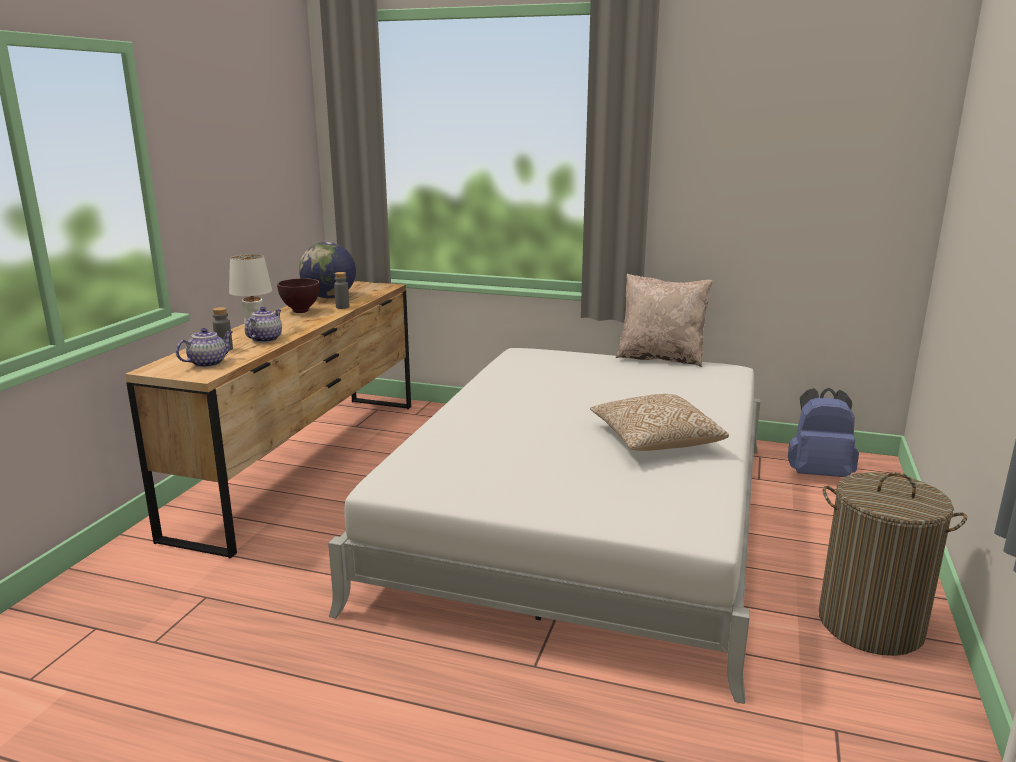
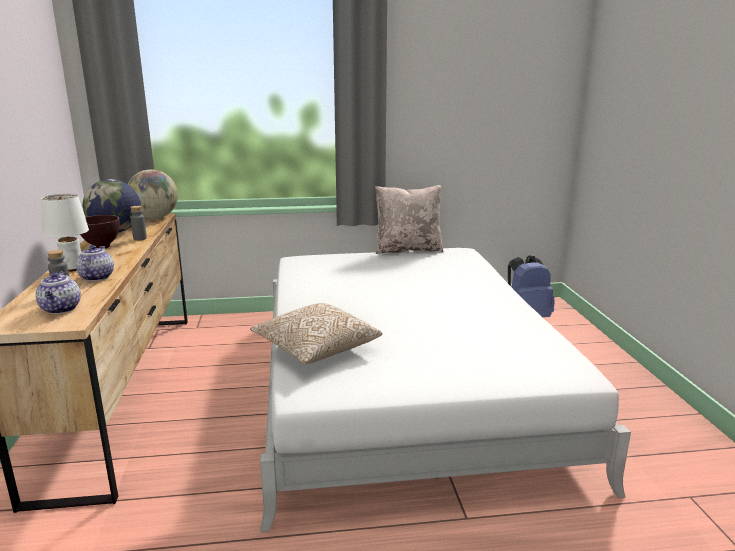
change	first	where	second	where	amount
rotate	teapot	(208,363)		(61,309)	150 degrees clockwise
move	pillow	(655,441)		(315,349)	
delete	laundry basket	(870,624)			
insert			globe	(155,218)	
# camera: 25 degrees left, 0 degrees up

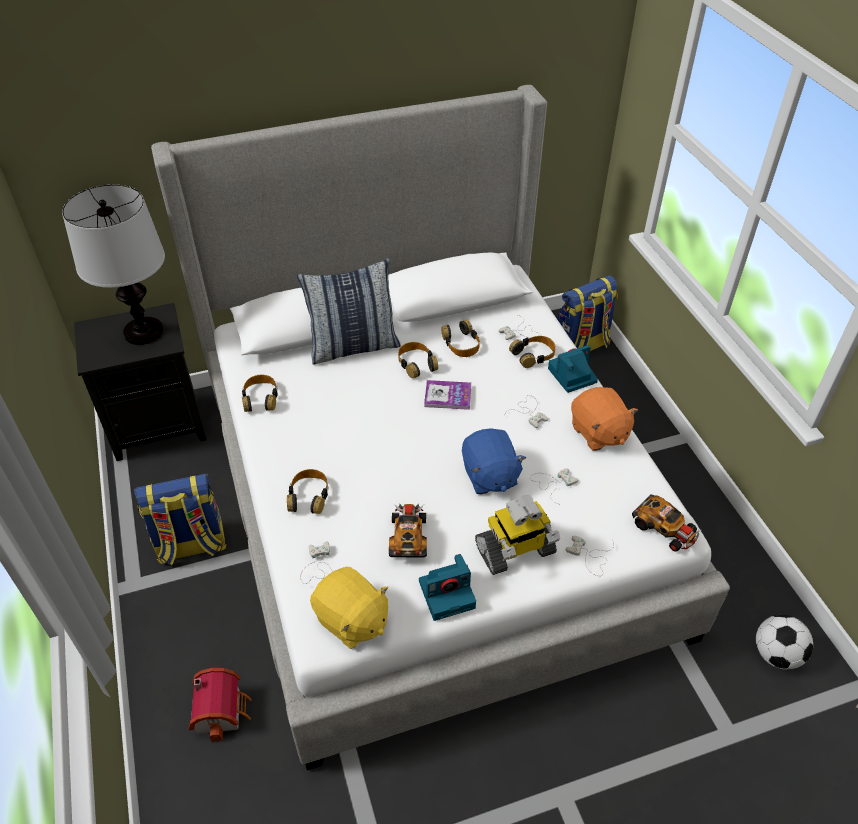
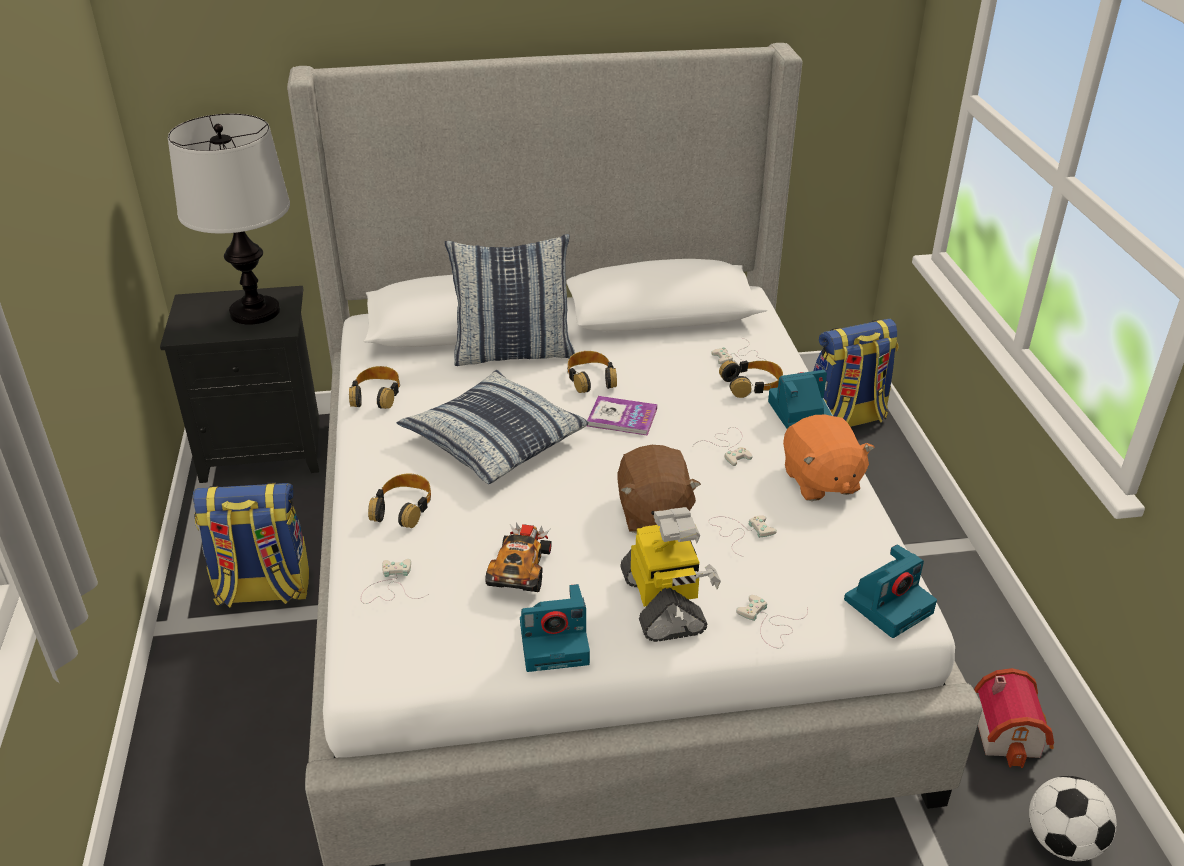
change	first	where	second	where	amount
delete	headphones	(461,343)			
recolor	plush toy (blue)	(489,476)	plush toy (brown)	(653,513)	
replace	toy car	(665,529)	photo camera	(889,605)	
rotate	toy robot	(515,551)		(664,604)	90 degrees counterclockwise
delete	plush toy (yellow)	(351,620)			
move	toy house	(222,710)		(1011,733)	
insert			pillow	(494,440)	
# camera: 10 degrees right, 10 degrees down

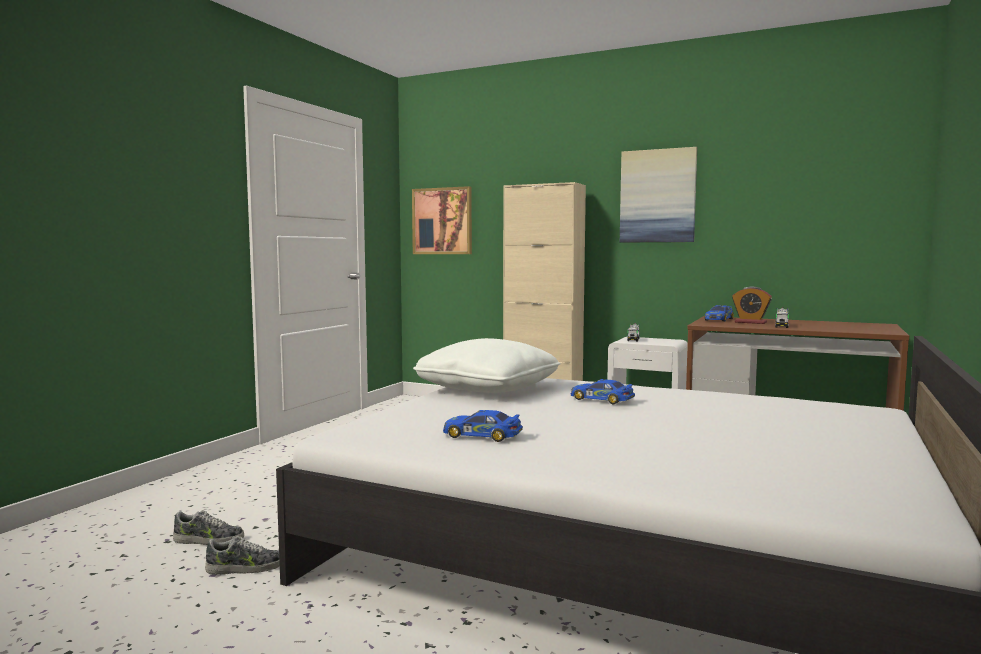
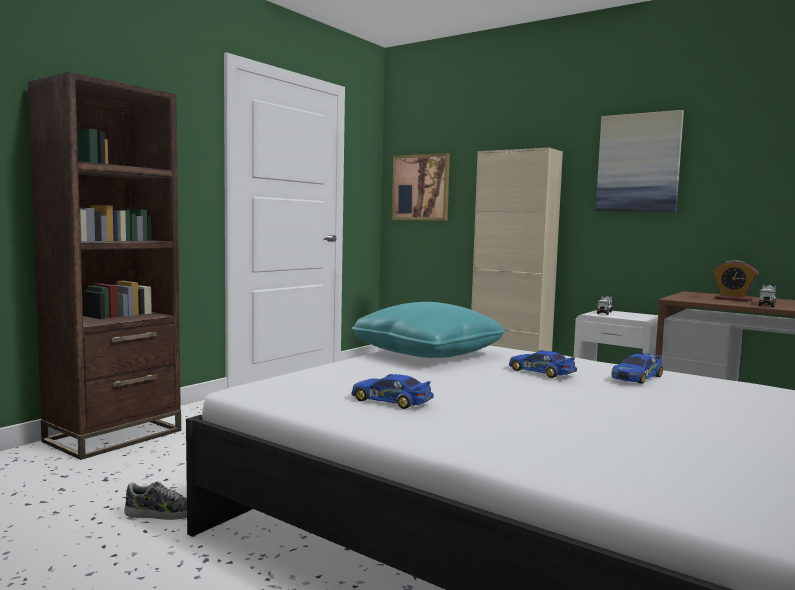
change	first	where	second	where	amount
move	toy car	(719,319)		(637,377)	
recolor	pillow (white)	(487,389)	pillow (turquoise)	(427,353)	
delete	shoe	(208,540)			
insert			bookcase (brown)	(114,436)	
# camera: 10 degrees right, 0 degrees up

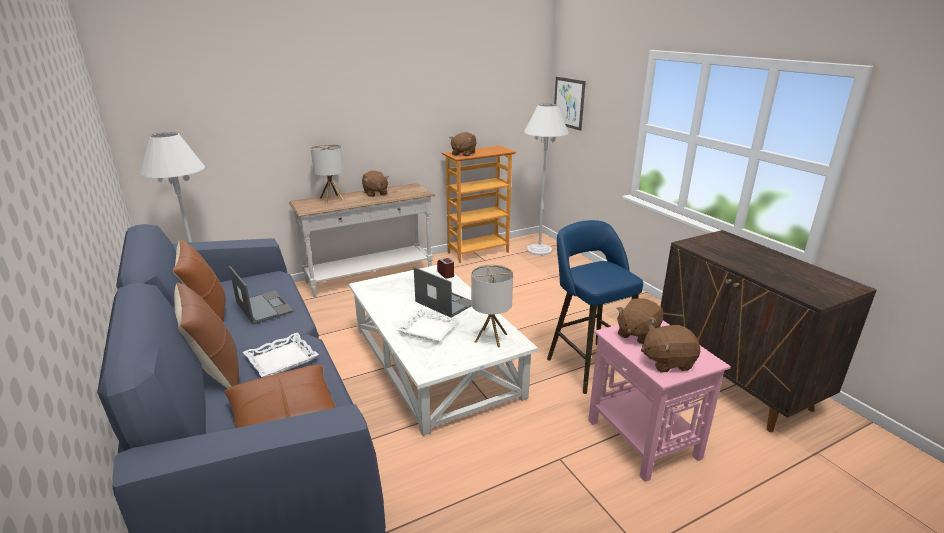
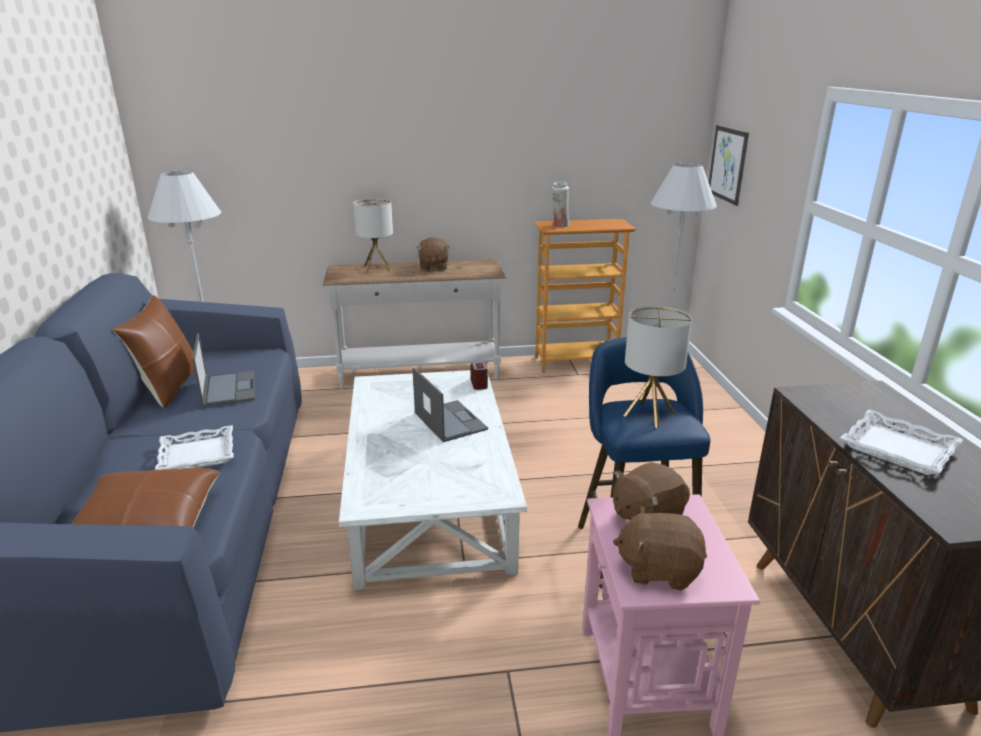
change	first	where	second	where	amount
replace	plush toy (brown)	(463,154)	vase (white)	(560,225)	
move	table lamp	(491,338)		(649,414)	
delete	pillow (brown)	(215,370)			
move	tray (white)	(428,329)		(897,449)	
# camera: 20 degrees right, 0 degrees up

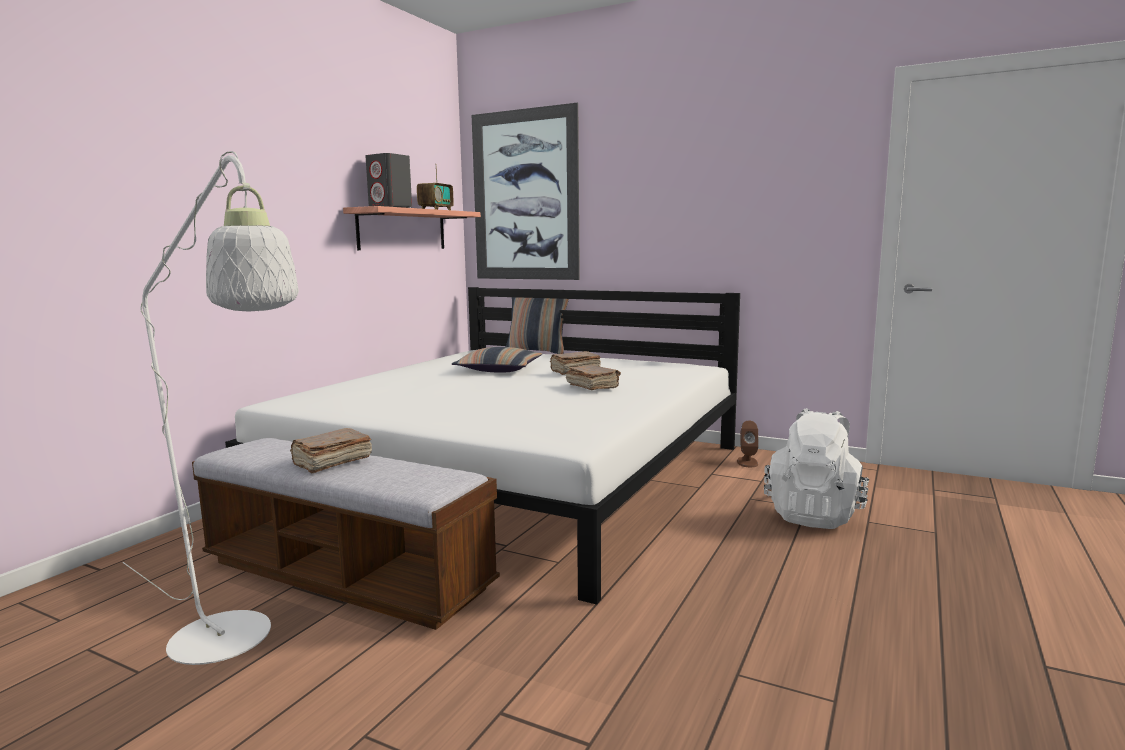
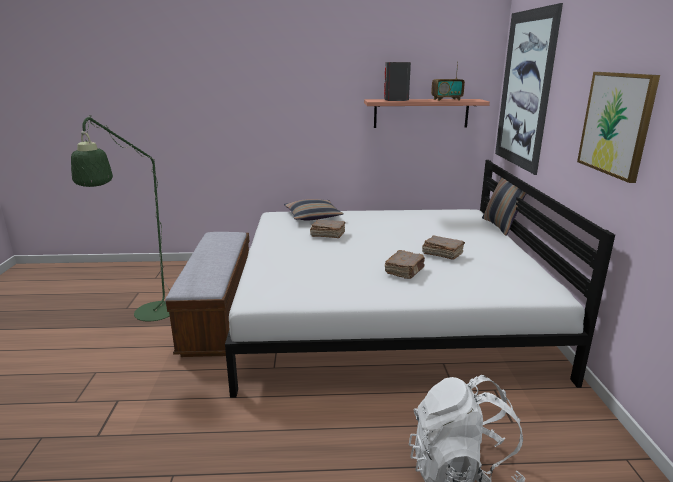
change	first	where	second	where	amount
recolor	floor lamp (white)	(233,645)	floor lamp (green)	(150,316)	
move	pillow	(499,370)		(313,216)	
delete	speaker (brown)	(747,462)			
move	book (brown)	(331,462)		(327,235)	
insert			picture	(616,124)	
# camera: 60 degrees right, 10 degrees up

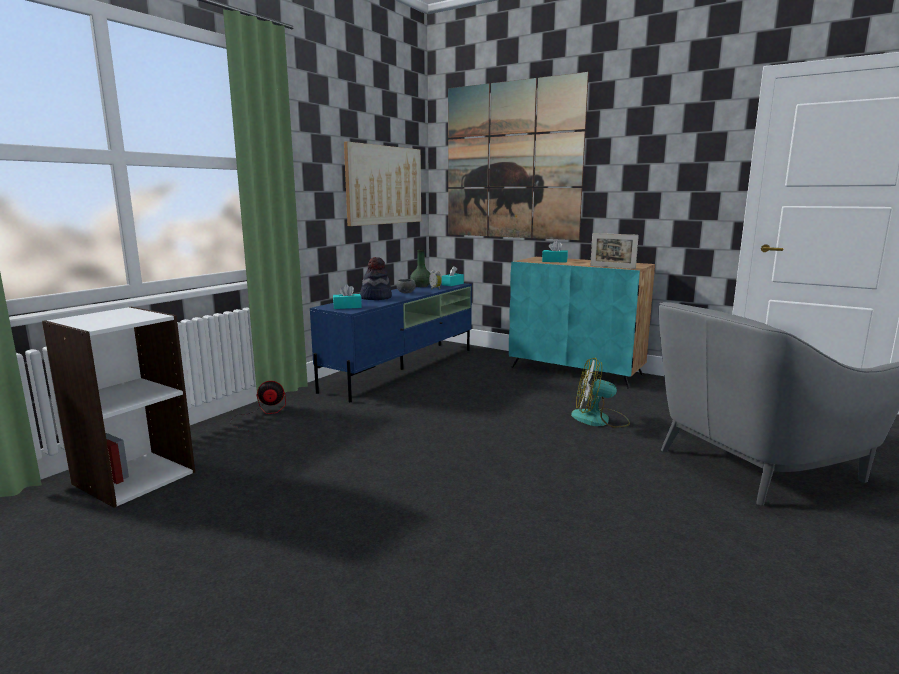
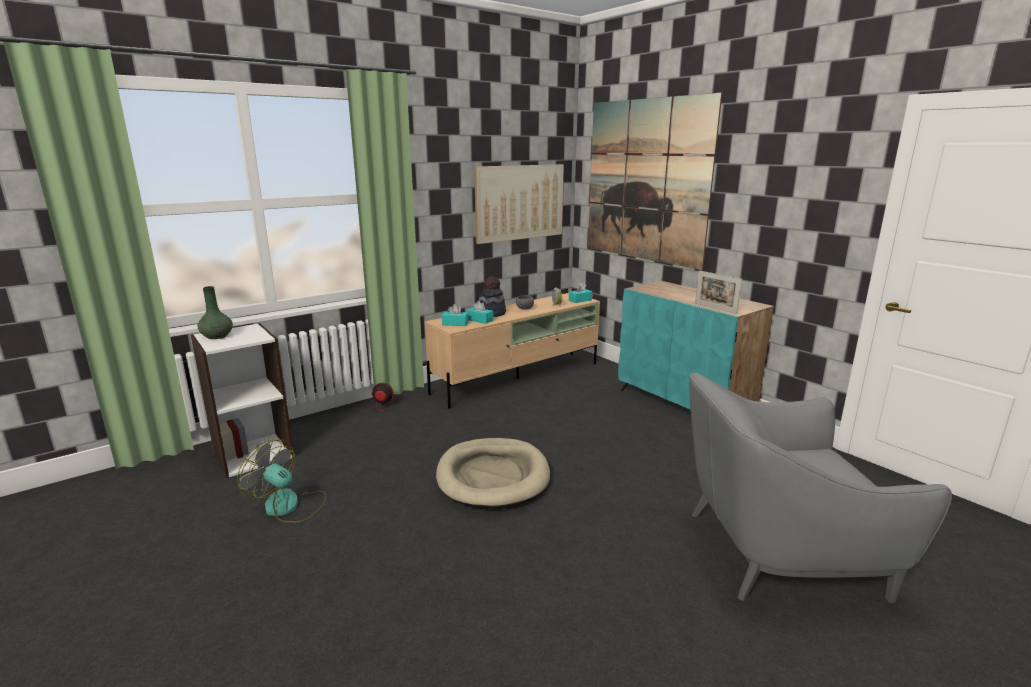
change	first	where	second	where	amount
move	tissue box (turquoise)	(554,261)		(480,320)	
move	vase (green)	(421,286)		(217,336)	
recolor	tv stand (blue)	(403,369)	tv stand (beige)	(518,378)	
move	fan	(599,419)		(289,506)	
insert			dog bed (beige)	(493,476)	
# camera: 20 degrees right, 5 degrees up

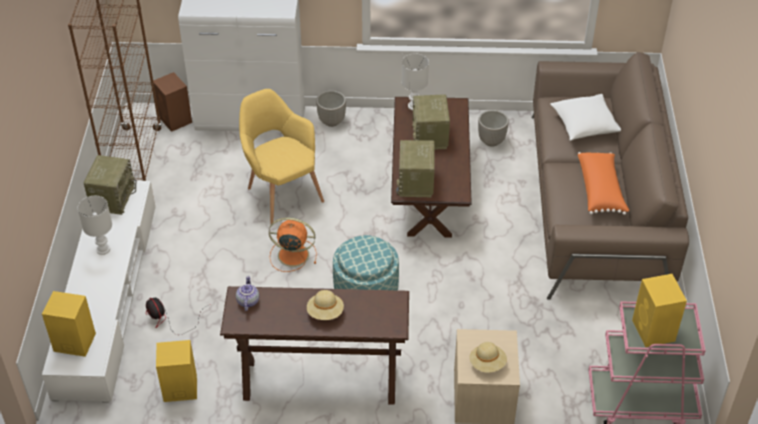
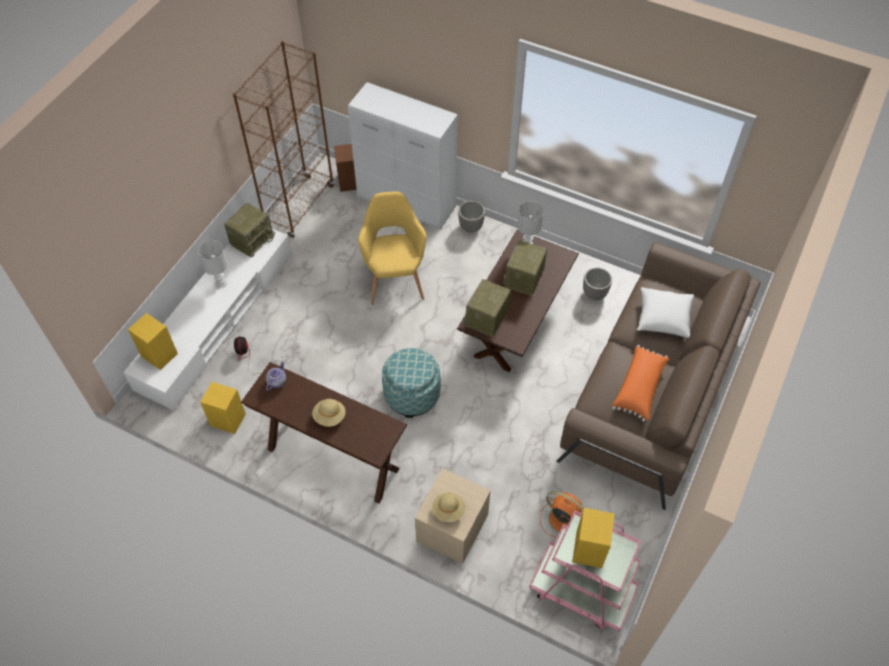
change	first	where	second	where	amount
move	fan (orange)	(292,255)		(562,518)	
# camera: 25 degrees right, 10 degrees up

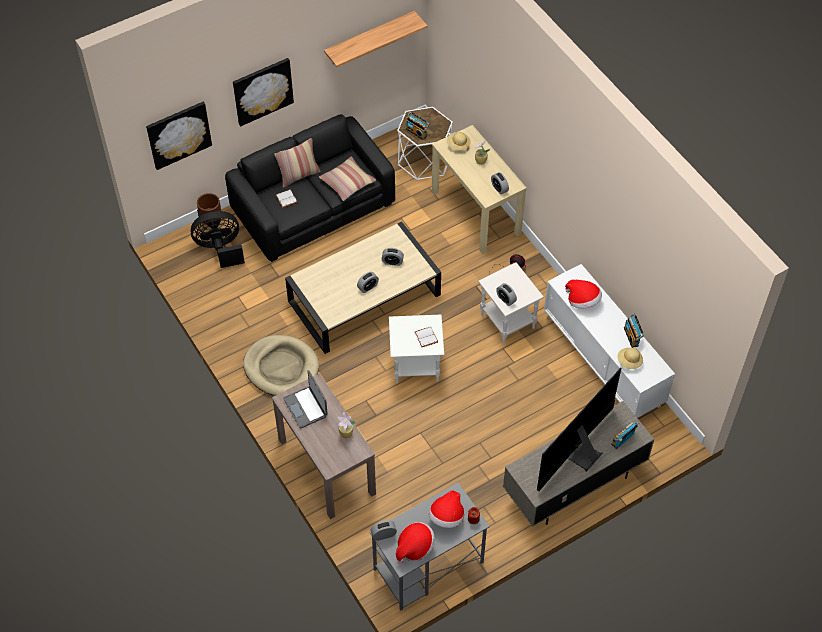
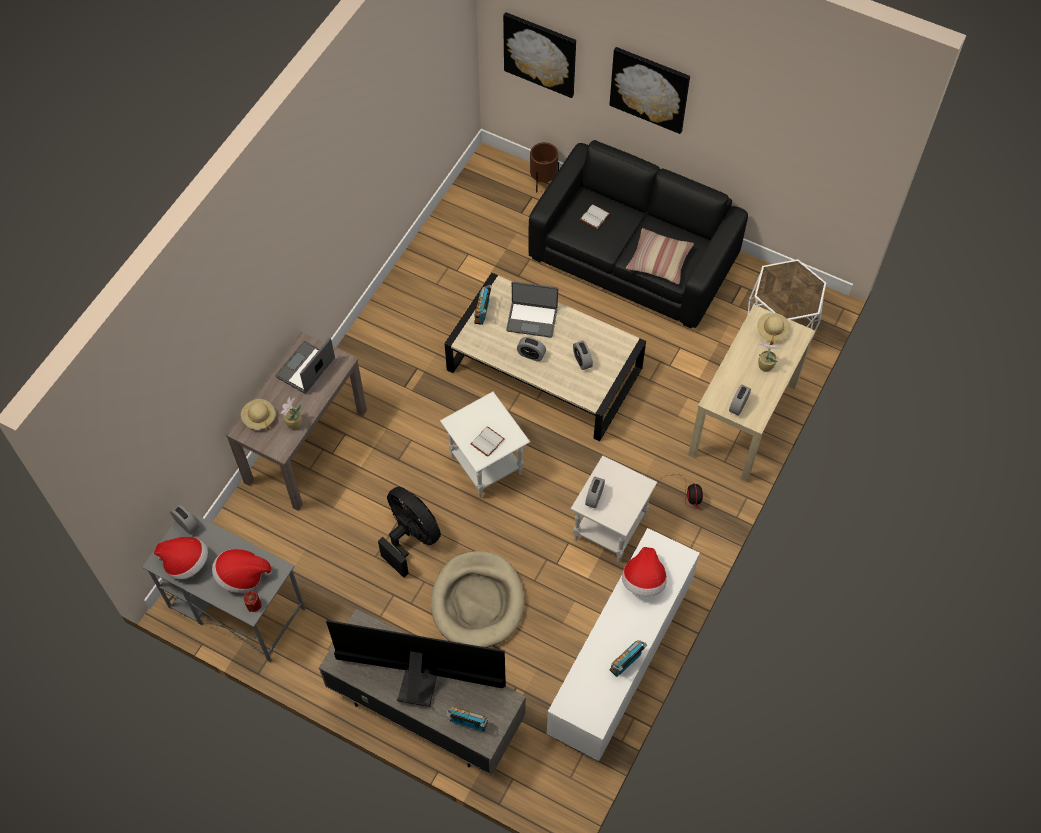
change	first	where	second	where	amount
delete	shelf	(369,38)			
move	radio	(417,132)		(483,312)	
delete	pillow	(299,175)			
move	fan (black)	(220,249)		(410,538)	
move	dog bed (beige)	(281,367)		(477,602)	
move	hat (beige)	(629,362)		(259,418)	
insert			laptop	(532,319)	
# camera: 60 degrees right, 5 degrees up

